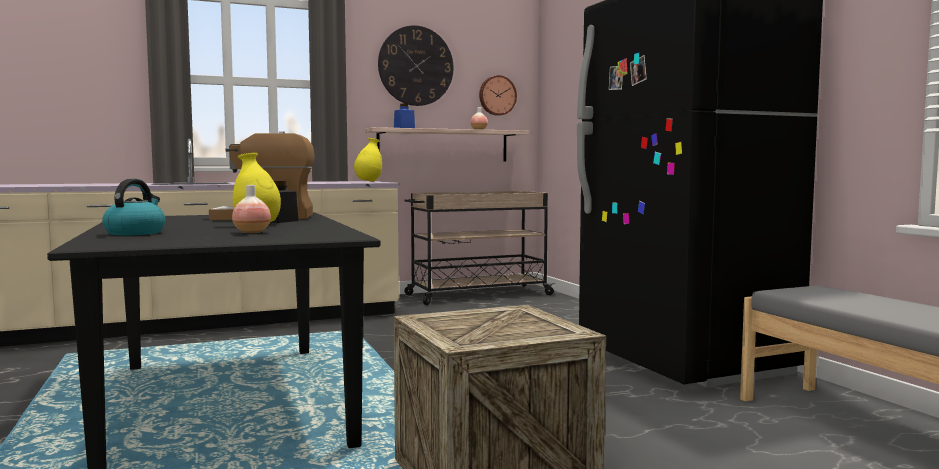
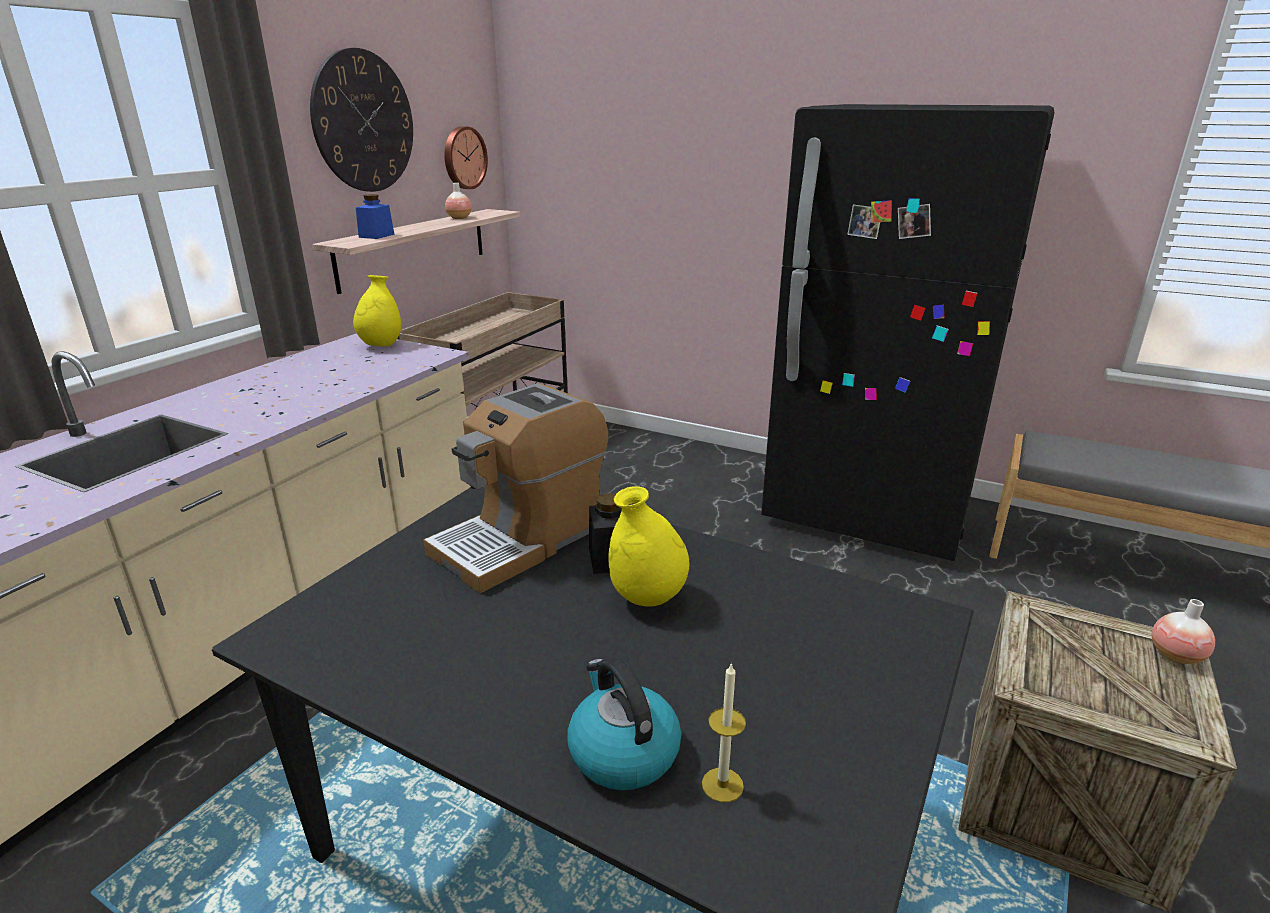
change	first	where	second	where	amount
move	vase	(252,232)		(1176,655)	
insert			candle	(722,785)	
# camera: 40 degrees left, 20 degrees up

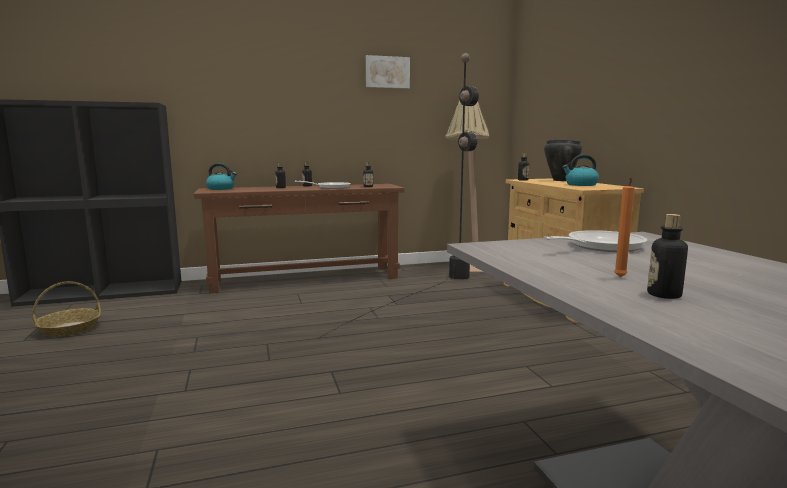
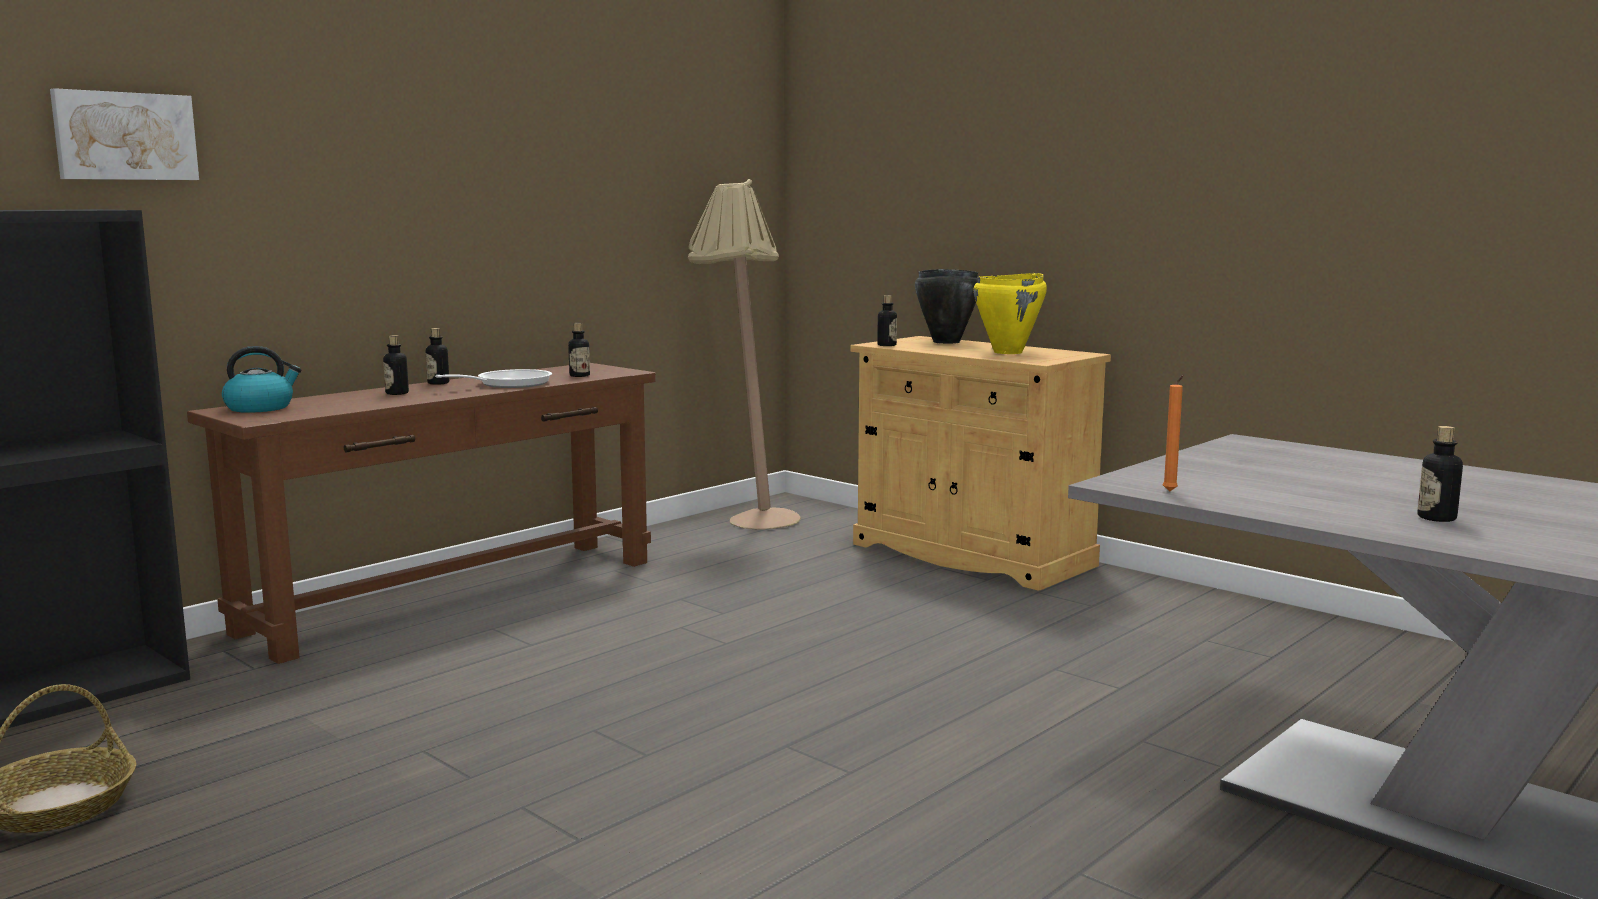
change	first	where	second	where	amount
delete	floor lamp (black)	(427,289)			
move	picture	(387,72)		(125,136)	
replace	kettle	(580,185)	cooking pot (yellow)	(1008,352)	
move	candle (orange)	(620,277)		(1170,492)	
delete	frying pan	(599,246)			
# camera: 30 degrees left, 0 degrees up

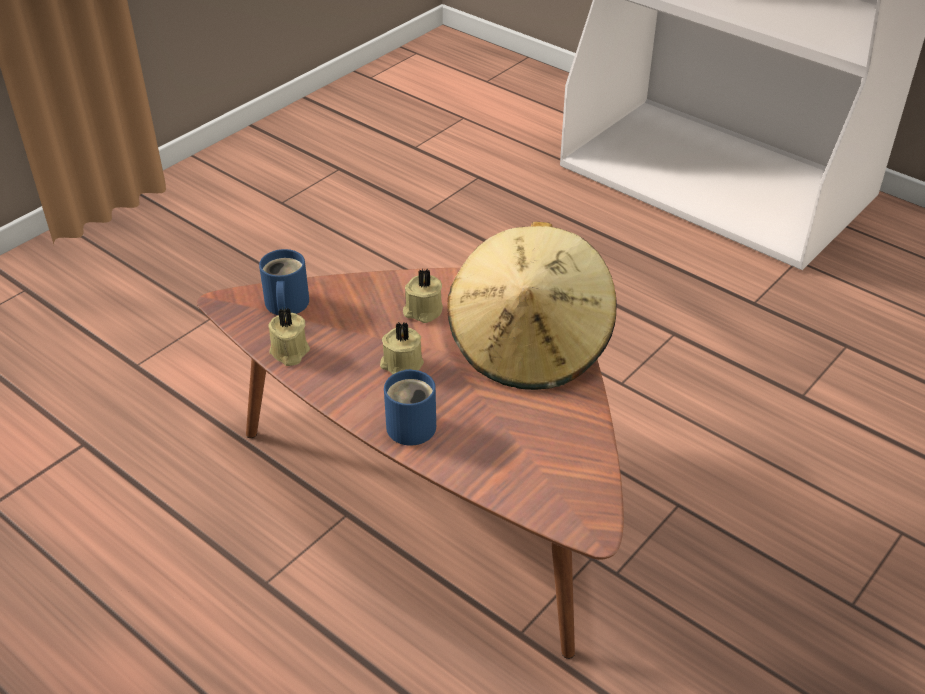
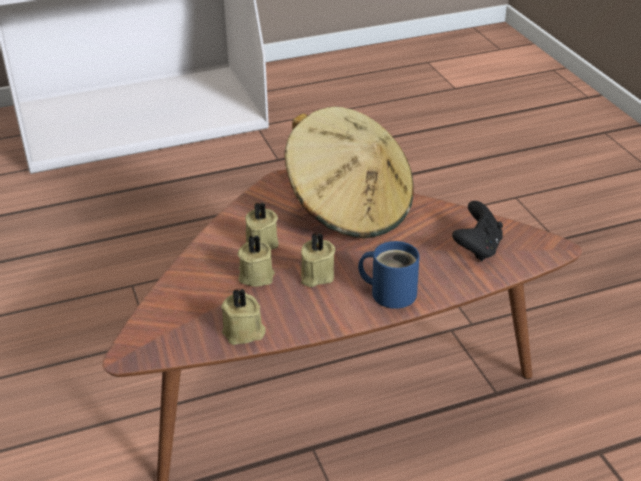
change	first	where	second	where	amount
delete	mug (blue)	(285,305)			
insert			game controller (black)	(477,248)	
insert			candle (beige)	(255,275)	
# camera: 60 degrees left, 5 degrees down

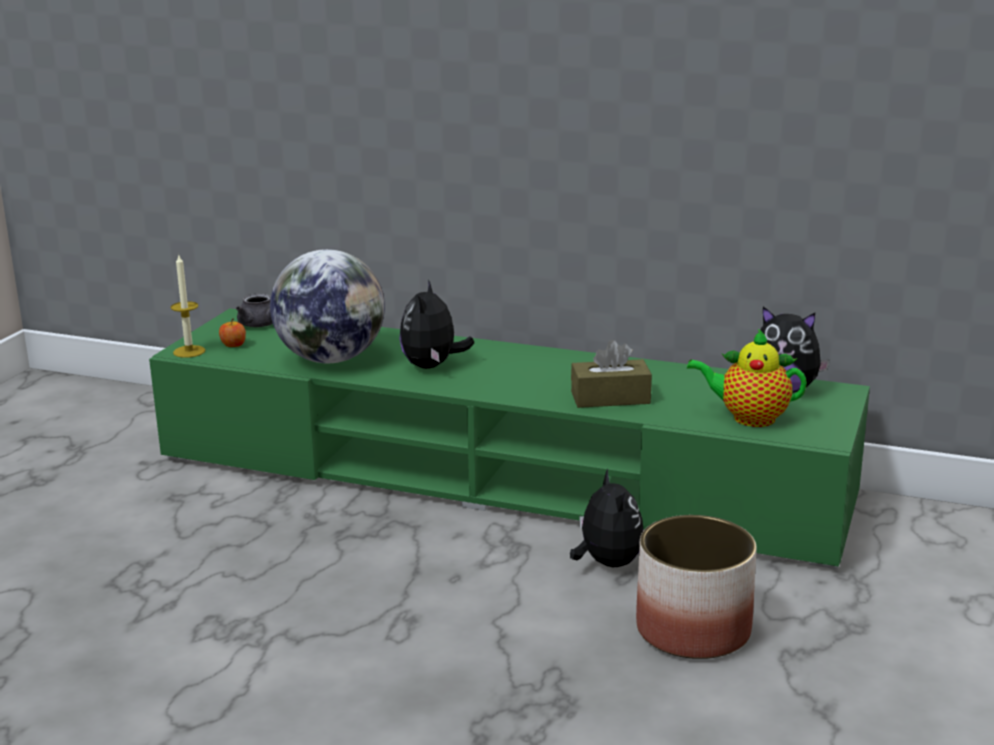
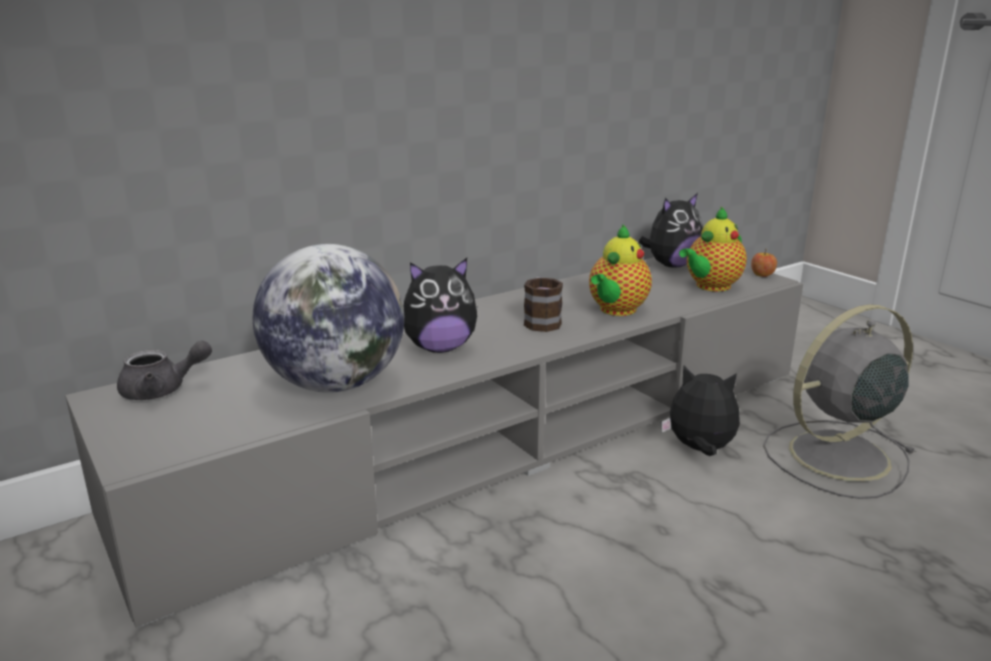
change	first	where	second	where	amount
delete	candle	(189,351)			
rotate	plush toy	(432,366)		(440,348)	60 degrees counterclockwise
recolor	tv stand (green)	(500,478)	tv stand (grey)	(497,439)	
move	apple	(233,345)		(762,275)	
replace	tissue box (brown)	(610,398)	teapot	(616,310)	
replace	planter	(692,630)	fan (grey)	(835,457)	
insert			mug	(541,321)	
# camera: 55 degrees left, 0 degrees up

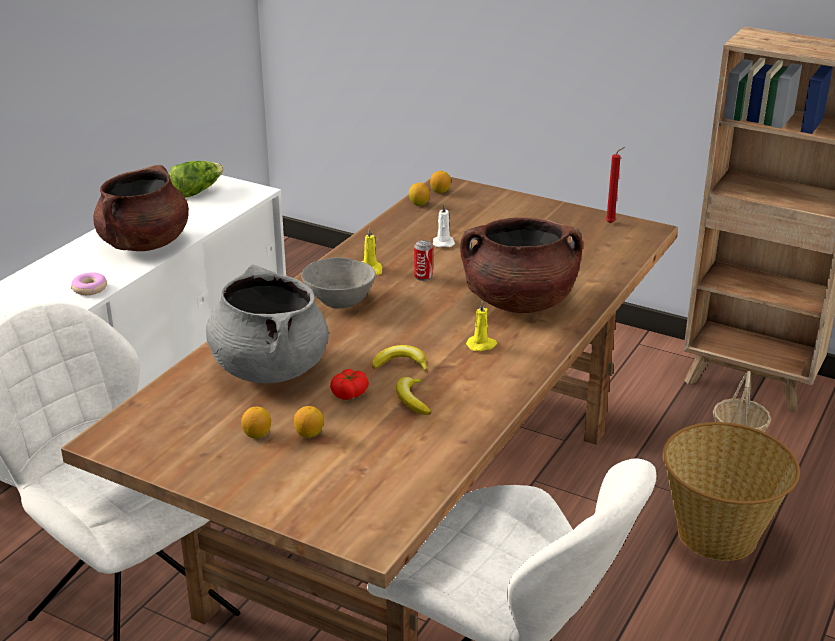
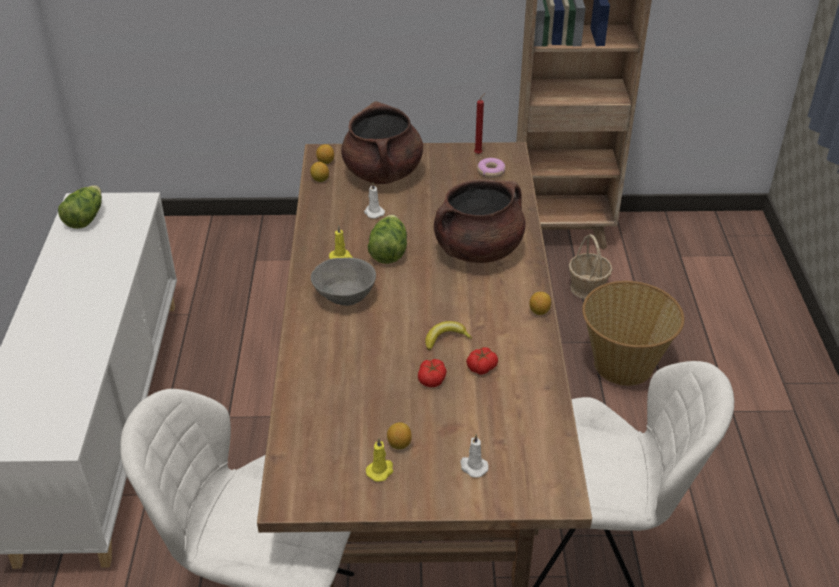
change	first	where	second	where	amount
move	cooking pot (brown)	(144,244)		(383,173)	
replace	can	(423,277)	lettuce	(388,251)	
delete	cooking pot (grey)	(269,368)			
move	donut	(90,288)		(491,171)	
move	candle (yellow)	(482,345)		(380,470)	
replace	banana	(412,400)	tomato	(481,367)	
move	lemon	(309,434)		(539,311)	
insert			candle (white)	(473,467)	
# camera: 30 degrees left, 10 degrees up

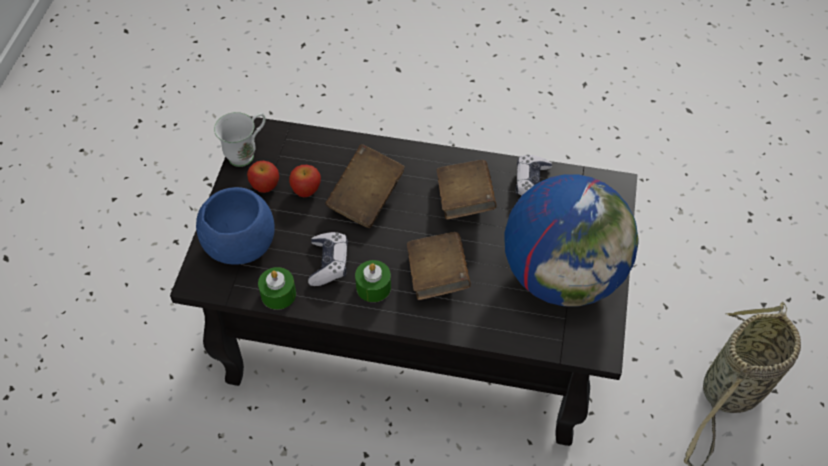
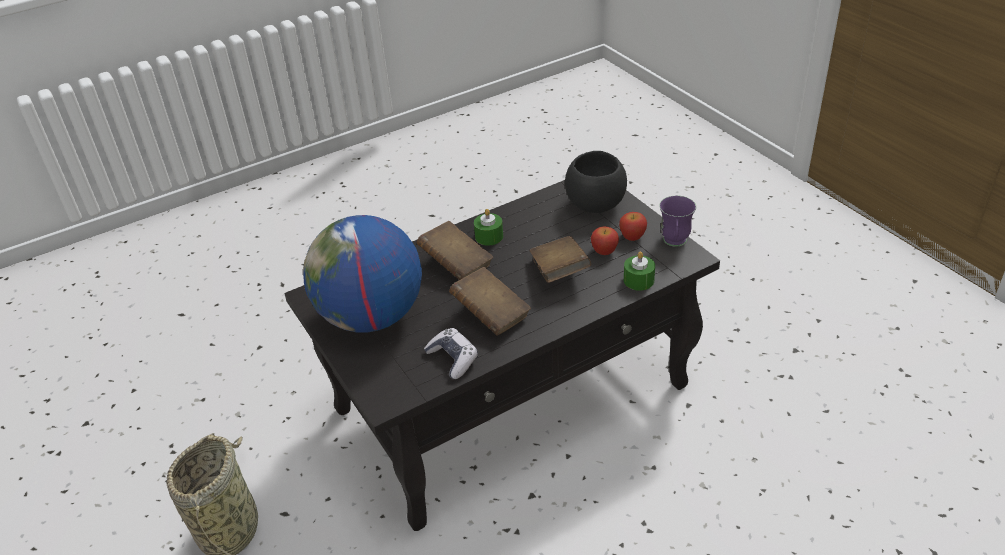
change	first	where	second	where	amount
recolor	mug (white)	(247,153)	mug (purple)	(675,243)	
recolor	bowl (blue)	(241,246)	bowl (black)	(594,205)	
delete	game controller	(329,263)			
move	candle (green)	(278,294)		(638,280)	
# camera: 140 degrees right, 15 degrees down

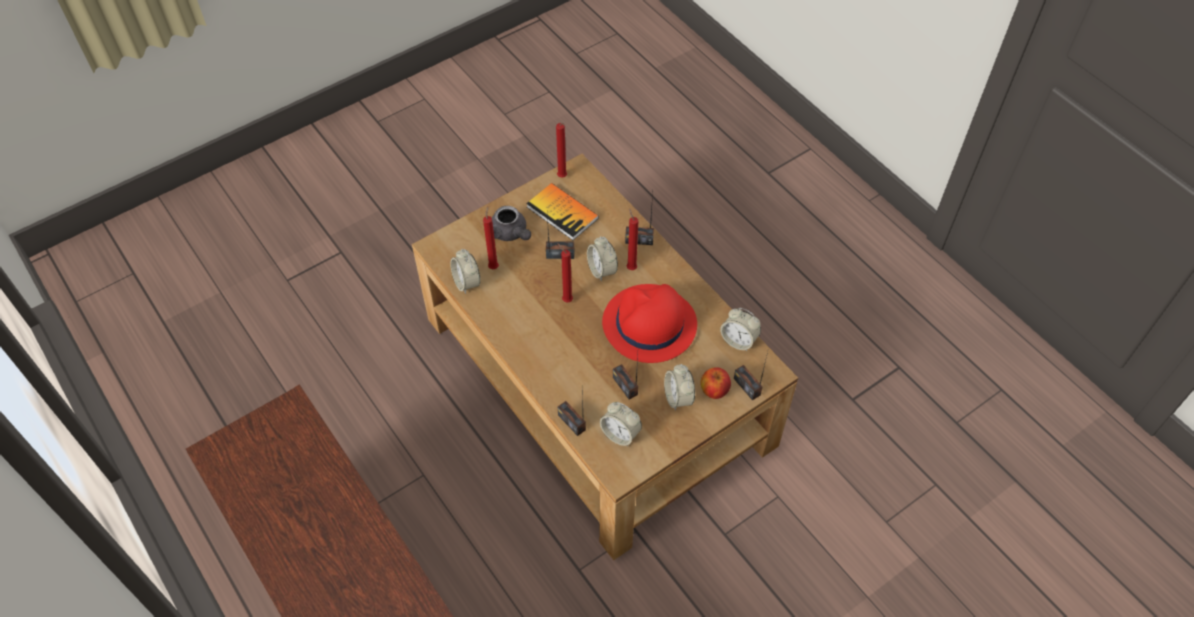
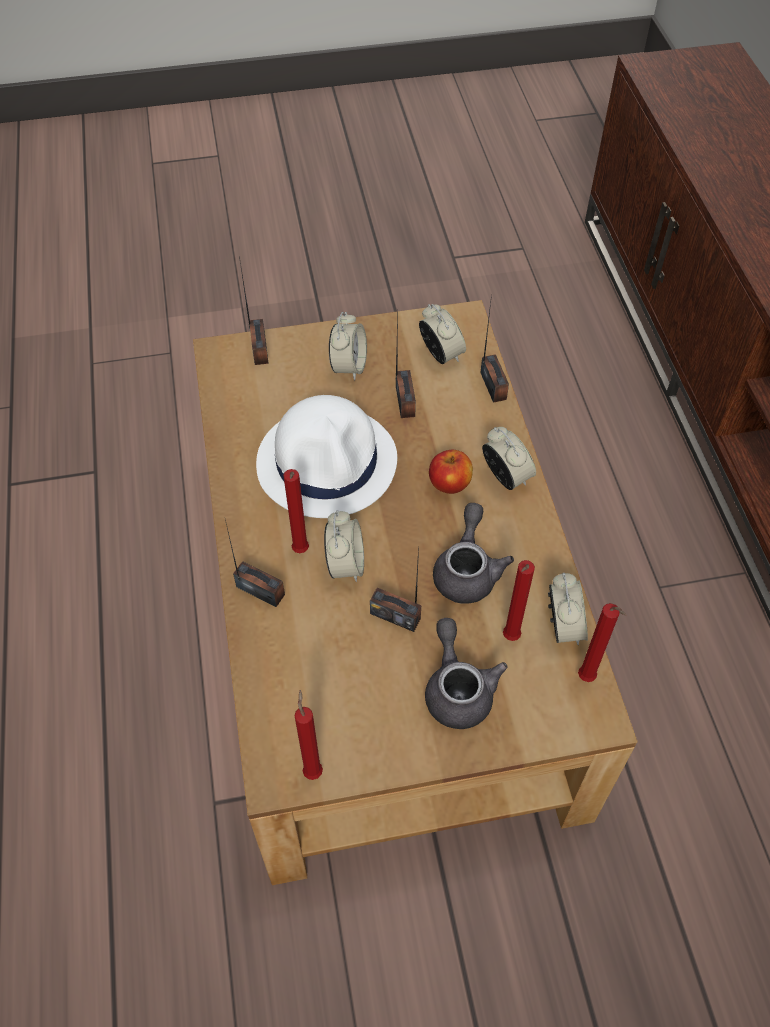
change	first	where	second	where	amount
delete	book	(562,212)			
move	candle (red)	(566,299)		(588,679)	
recolor	hat (red)	(649,325)	hat (white)	(328,462)	
move	alarm clock	(738,340)		(506,477)	
move	apple	(714,391)		(449,484)	
insert			teapot (grey)	(467,570)	
# camera: 155 degrees left, 0 degrees up

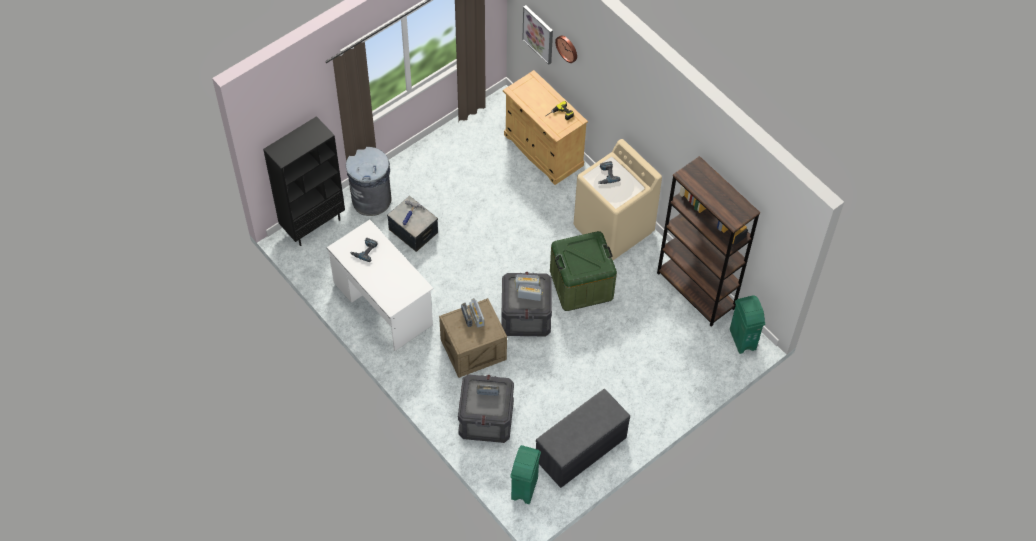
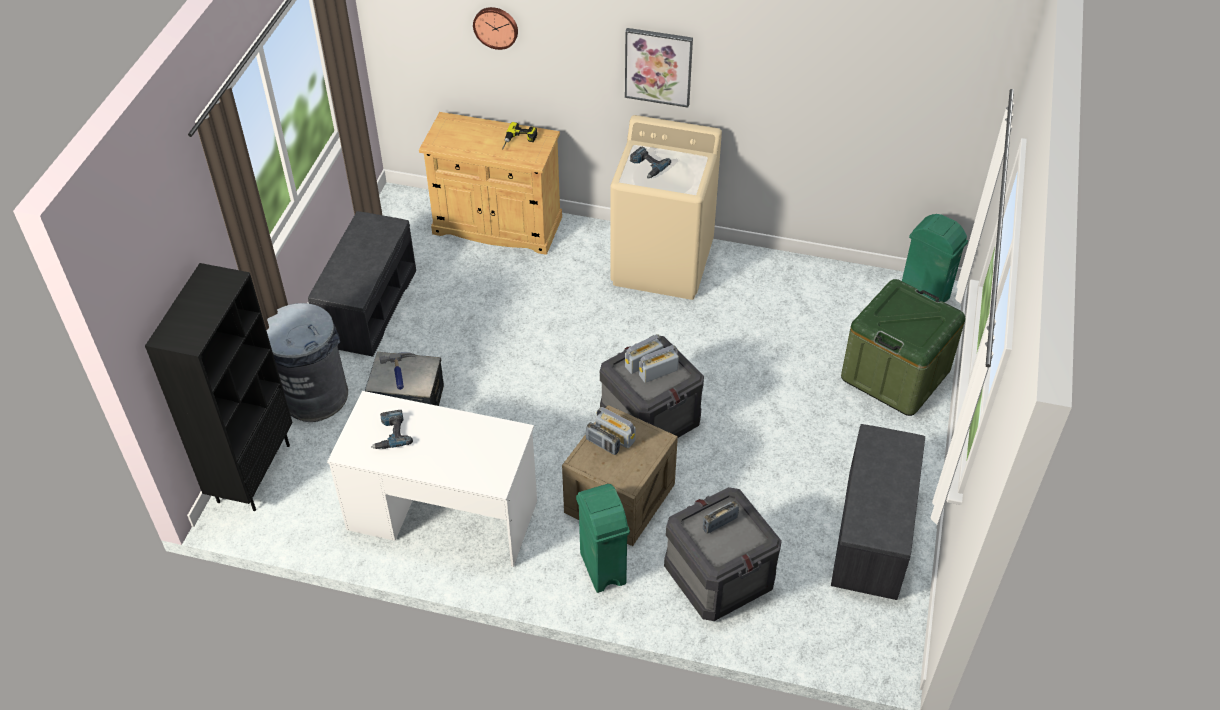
change	first	where	second	where	amount
move	picture	(538,34)		(658,66)	
delete	bookcase (brown)	(696,291)			
move	storage box (green)	(581,284)		(895,374)	
move	trash can (green)	(524,488)		(602,569)	
insert			bench (grey)	(368,306)	
# camera: 35 degrees left, 10 degrees down

